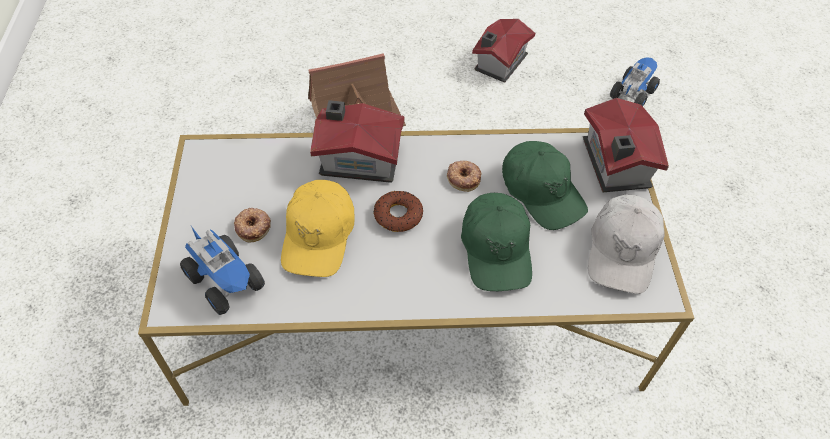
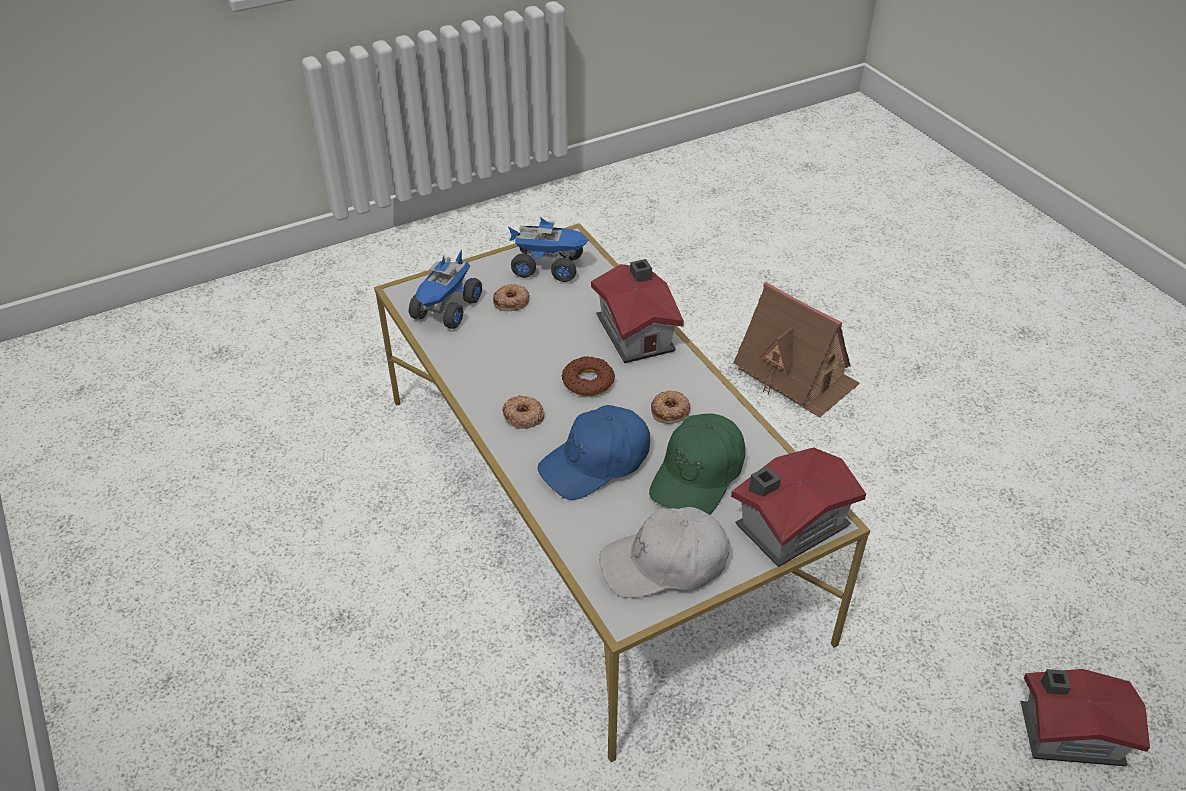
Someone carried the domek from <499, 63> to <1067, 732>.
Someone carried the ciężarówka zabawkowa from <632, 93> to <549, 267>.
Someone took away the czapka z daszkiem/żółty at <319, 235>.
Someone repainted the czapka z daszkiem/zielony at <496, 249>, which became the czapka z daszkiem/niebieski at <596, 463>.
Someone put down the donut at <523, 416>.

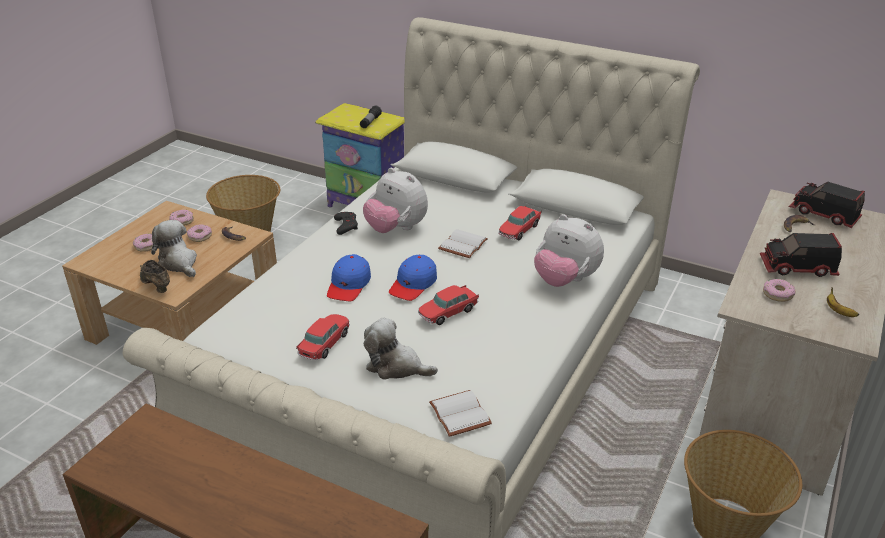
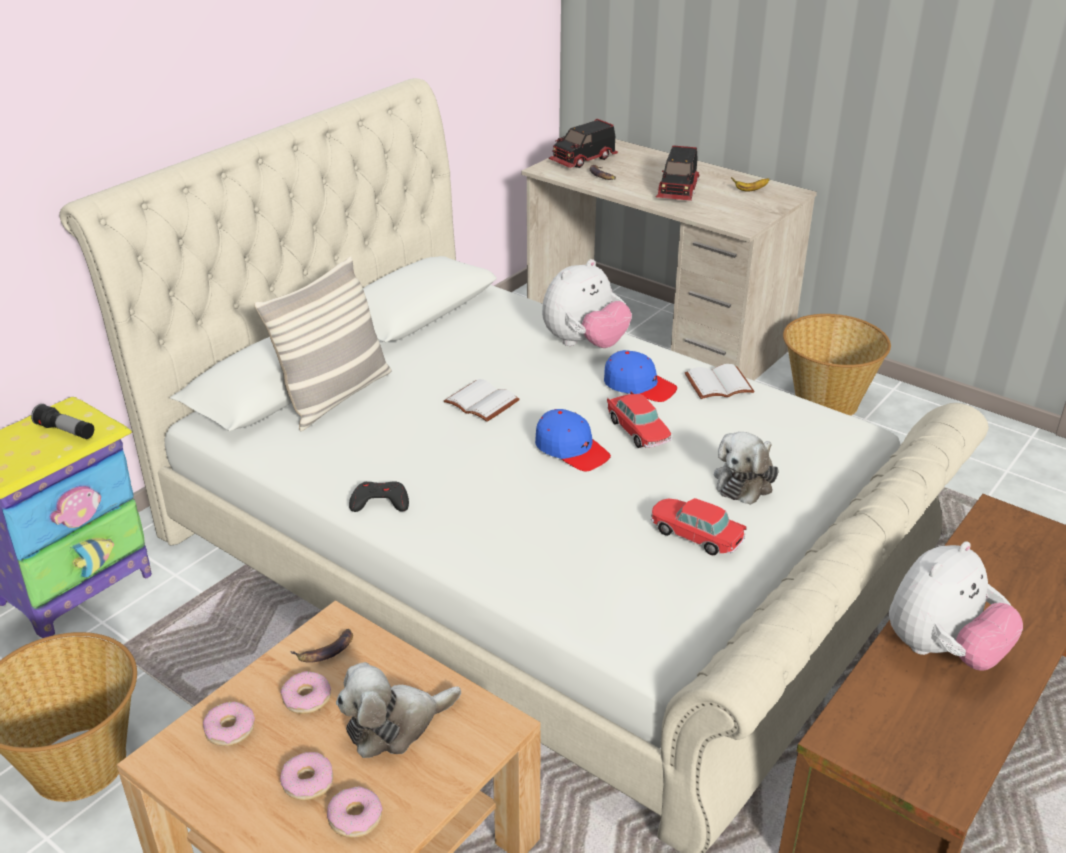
Someone carried the pluszak from <396, 229> to <942, 651>.
Someone took away the samochodzik at <519, 230>.
Someone carried the czapka z daszkiem/niebieski from <349, 285> to <639, 385>.
Someone took away the but/brązowy at <156, 285>.
Someone carried the donut from <777, 294> to <355, 818>.
Someone carried the książka/biały from <458, 414> to <718, 385>.
Someone put down the poduszka at <335, 396>.

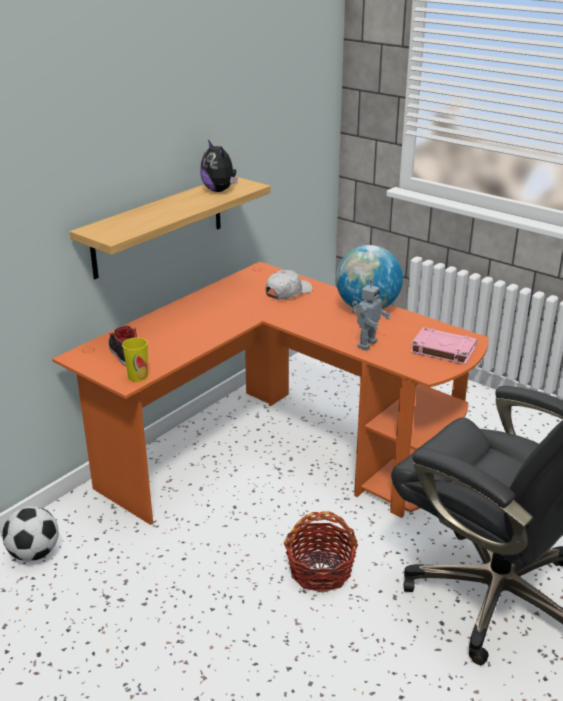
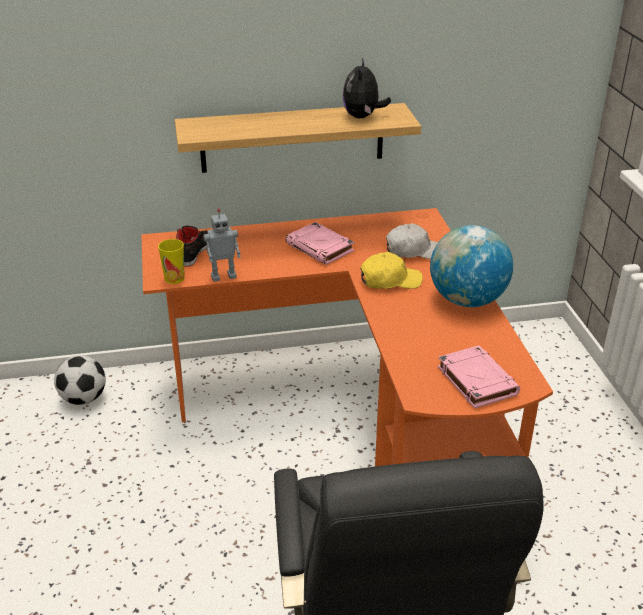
Someone carried the robot zabawkowy from <366, 344> to <223, 276>.
Someone took away the koszyk at <320, 570>.
Someone put down the książka/różowy at <320, 248>.
Someone put down the czapka z daszkiem/żółty at <390, 280>.

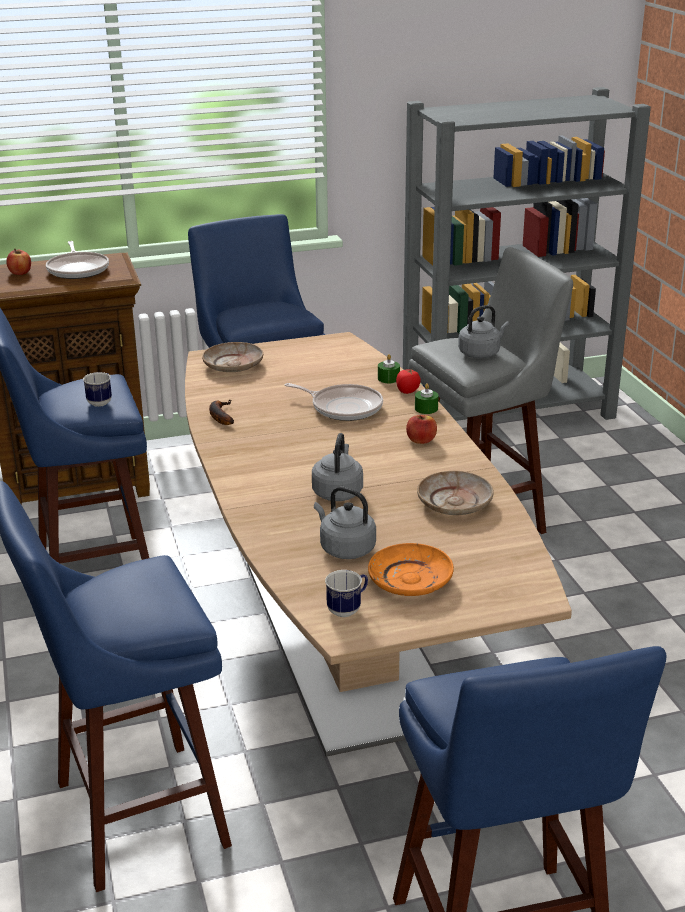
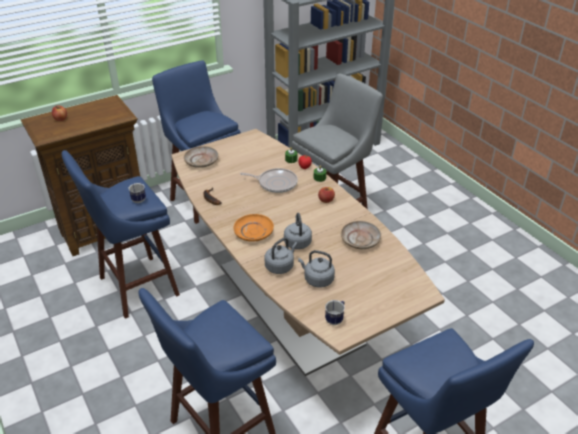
Someone took away the patelnia at <78, 269>.
Someone carried the czajnik/szary from <481, 353> to <280, 266>.
Someone carried the talerz/pomarańczowy from <410, 580> to <254, 232>.

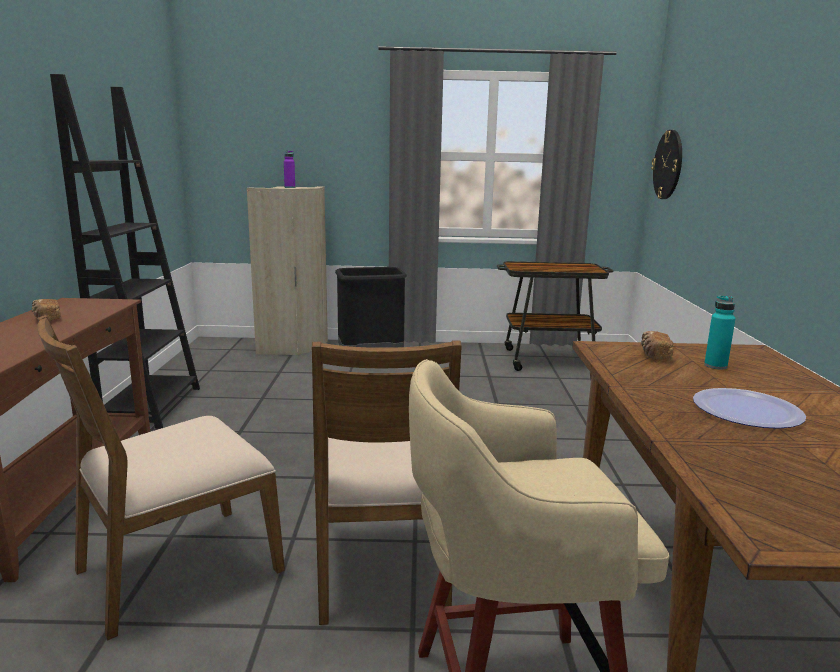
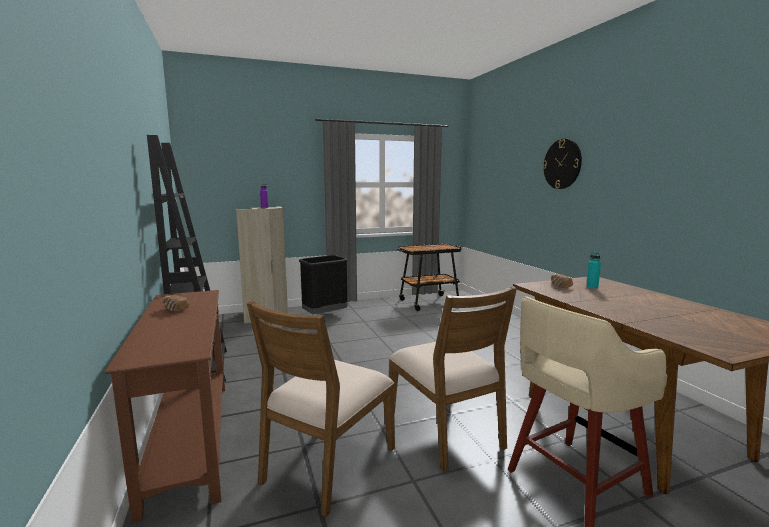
Someone carried the zegar ścienny from <668, 165> to <562, 164>.
Someone took away the talerz at <746, 410>.

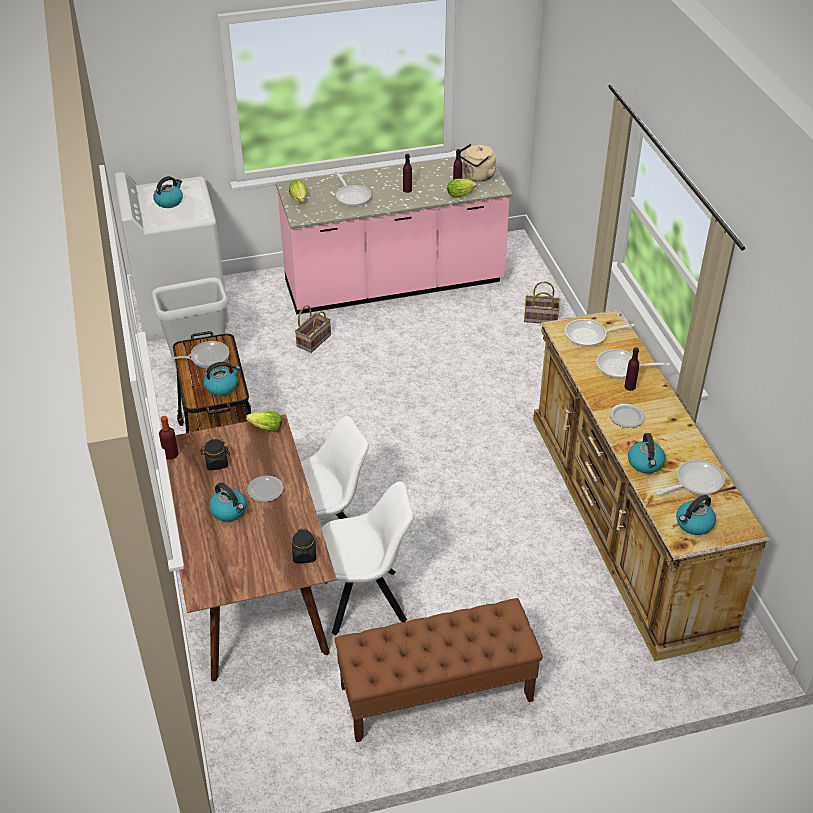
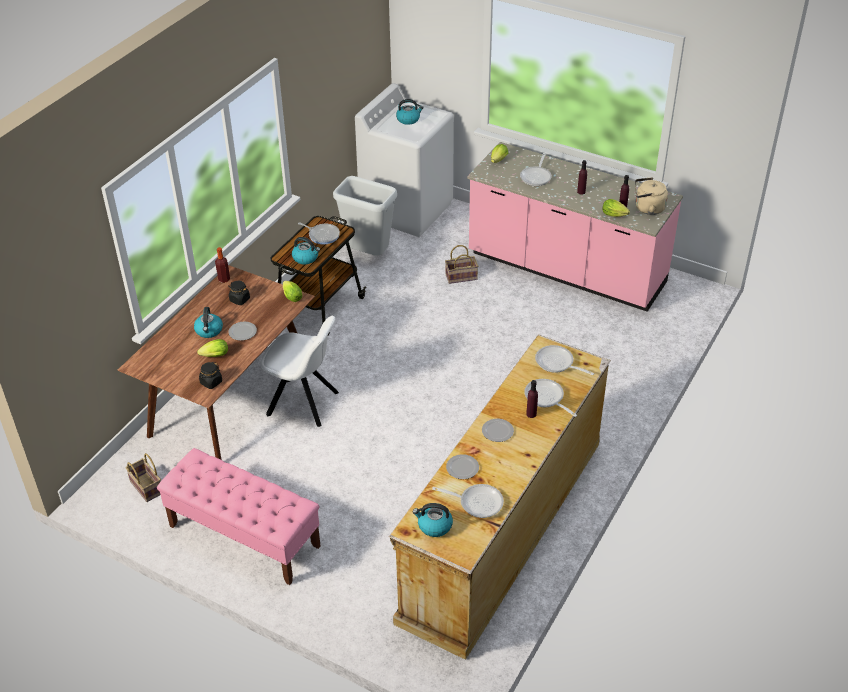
Someone carried the koszyk from <540, 318> to <145, 487>.
Someone swapped the czajnik at <645, 463> for the talerz at <463, 468>.
Someone took away the krzesło/biały at <365, 601>.
Someone repainted the ławka/brązowy at <436, 694>, which became the ławka/różowy at <244, 536>.
Someone put down the sałata at <213, 356>.

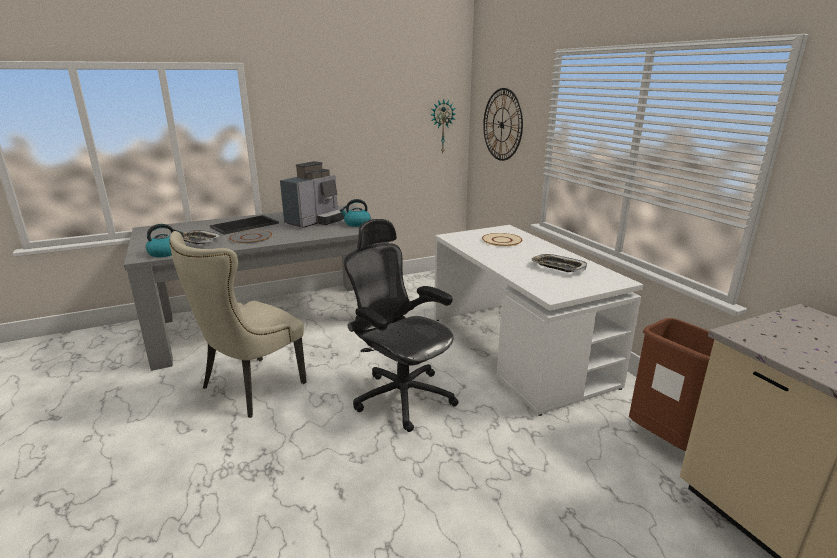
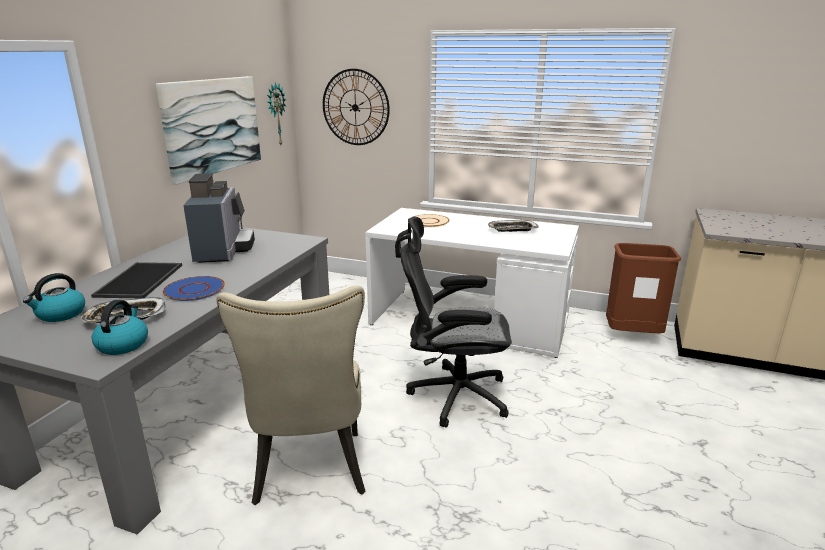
Someone carried the czajnik from <356, 224> to <60, 314>.
Someone repainted the talerz/szary at <250, 237>, which became the talerz/niebieski at <194, 290>.
Someone put up the obraz at <212, 126>.

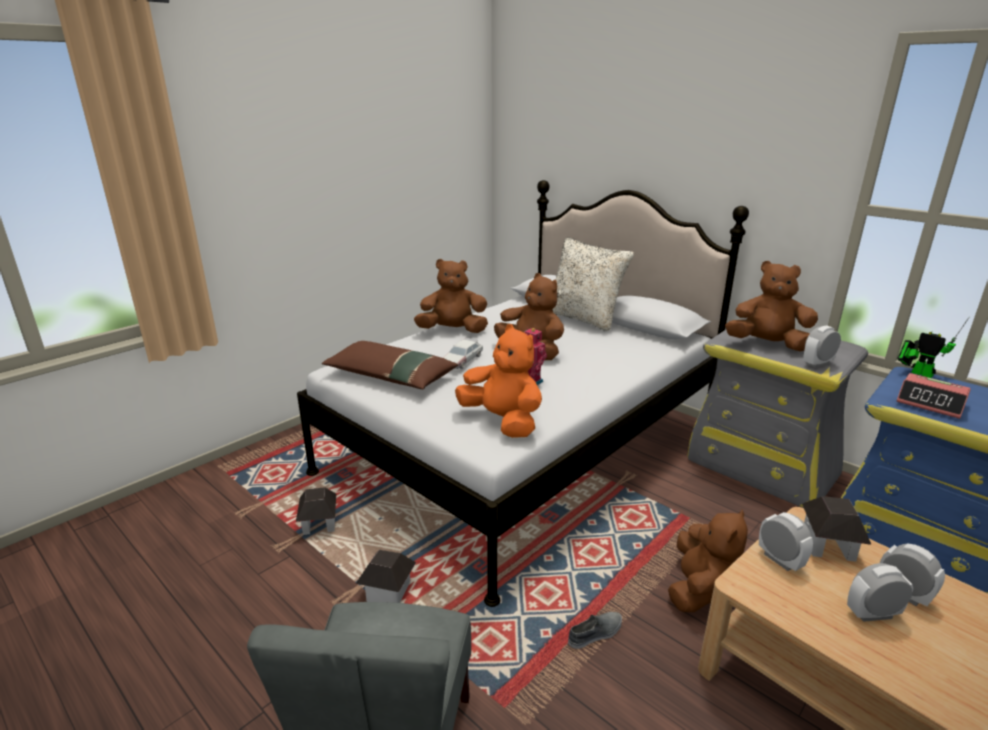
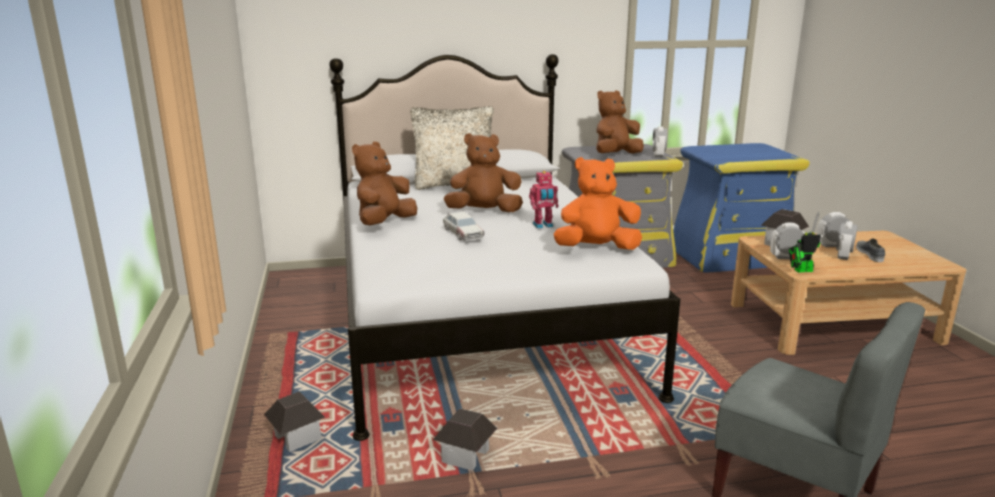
Someone carried the robot zabawkowy from <918, 373> to <801, 270>.
Someone took away the poduszka/brązowy at <390, 376>.
Someone took away the budzik at <931, 403>.
Someone took away the pluszak/brązowy at <698, 588>.
Someone carried the domek from <388, 591> to <297, 438>.
Someone carried the but/szary from <595, 633> to <870, 254>.

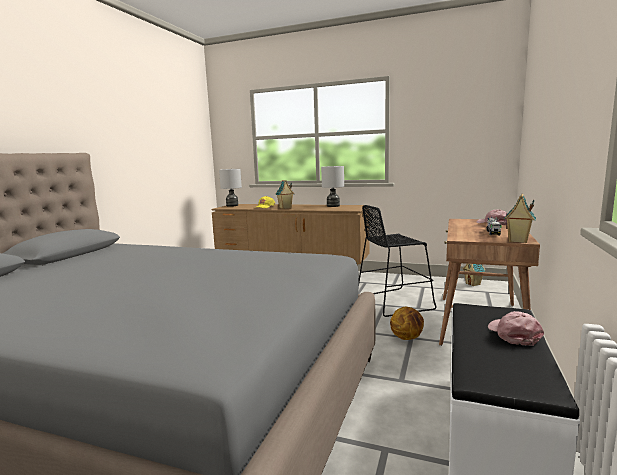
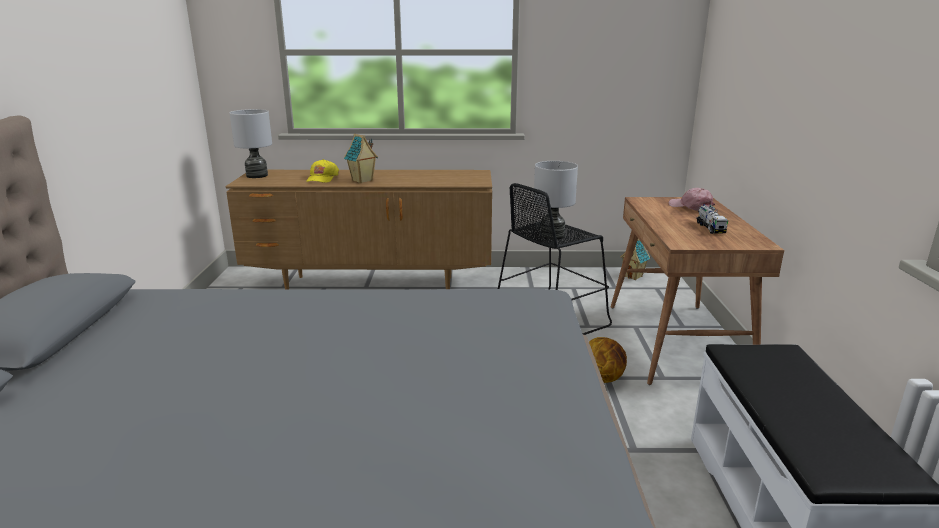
Someone carried the lampa stołowa/szary from <333, 206> to <552, 236>.
Someone took away the domek at <517, 241>.
Someone took away the czapka z daszkiem/różowy at <513, 334>.

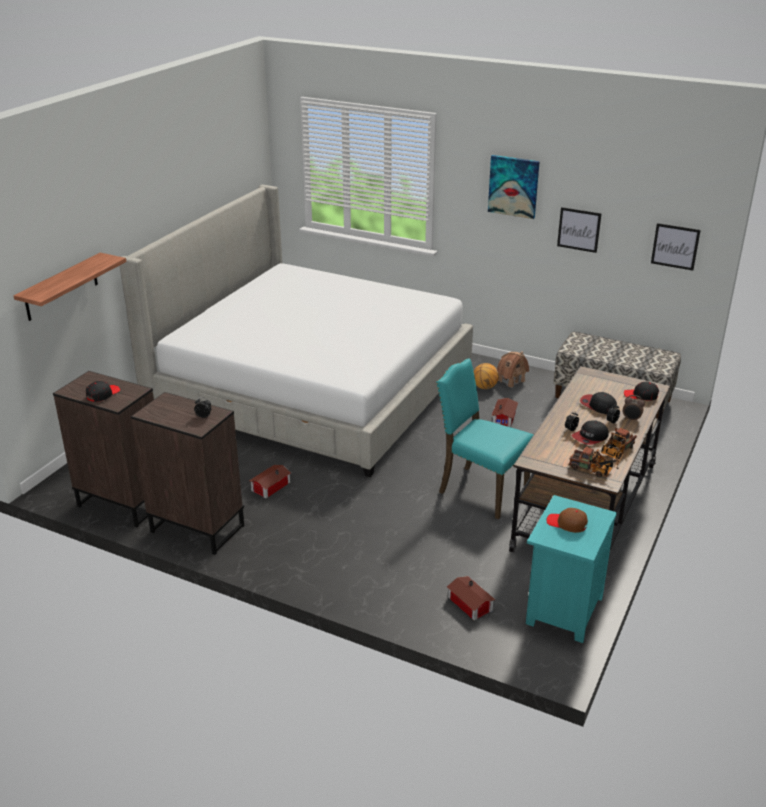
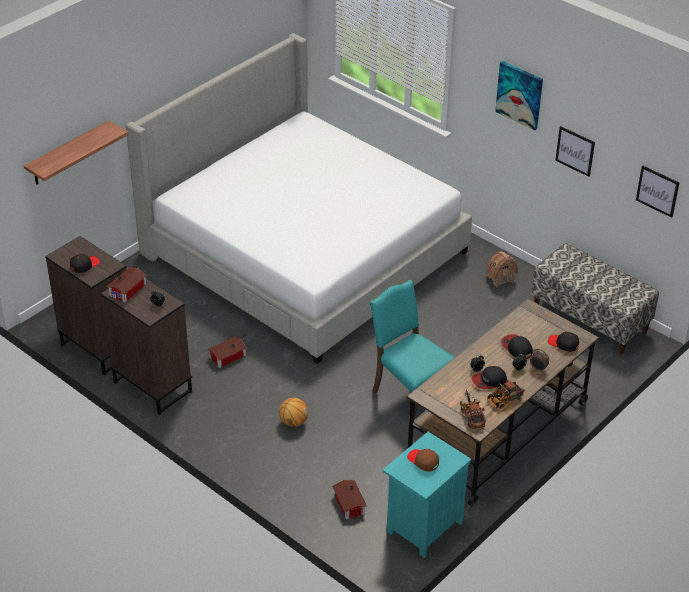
Someone carried the piłka do koszykówki from <484, 387> to <293, 422>.
Someone carried the domek from <505, 418> to <129, 289>.
Someone rotated the ciężarówka zabawkowa at <593, 470> by 150 degrees counterclockwise.

